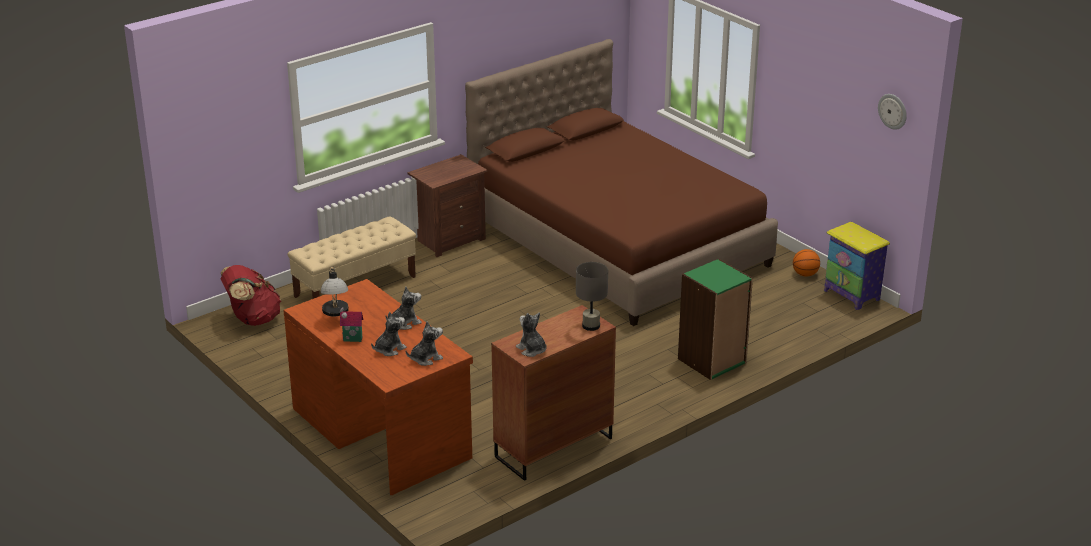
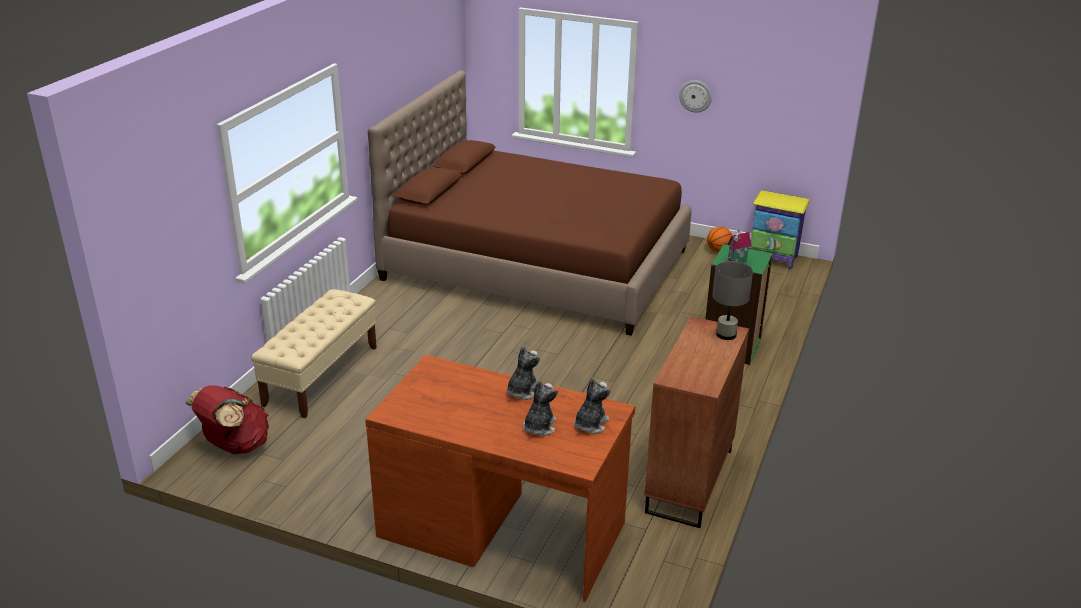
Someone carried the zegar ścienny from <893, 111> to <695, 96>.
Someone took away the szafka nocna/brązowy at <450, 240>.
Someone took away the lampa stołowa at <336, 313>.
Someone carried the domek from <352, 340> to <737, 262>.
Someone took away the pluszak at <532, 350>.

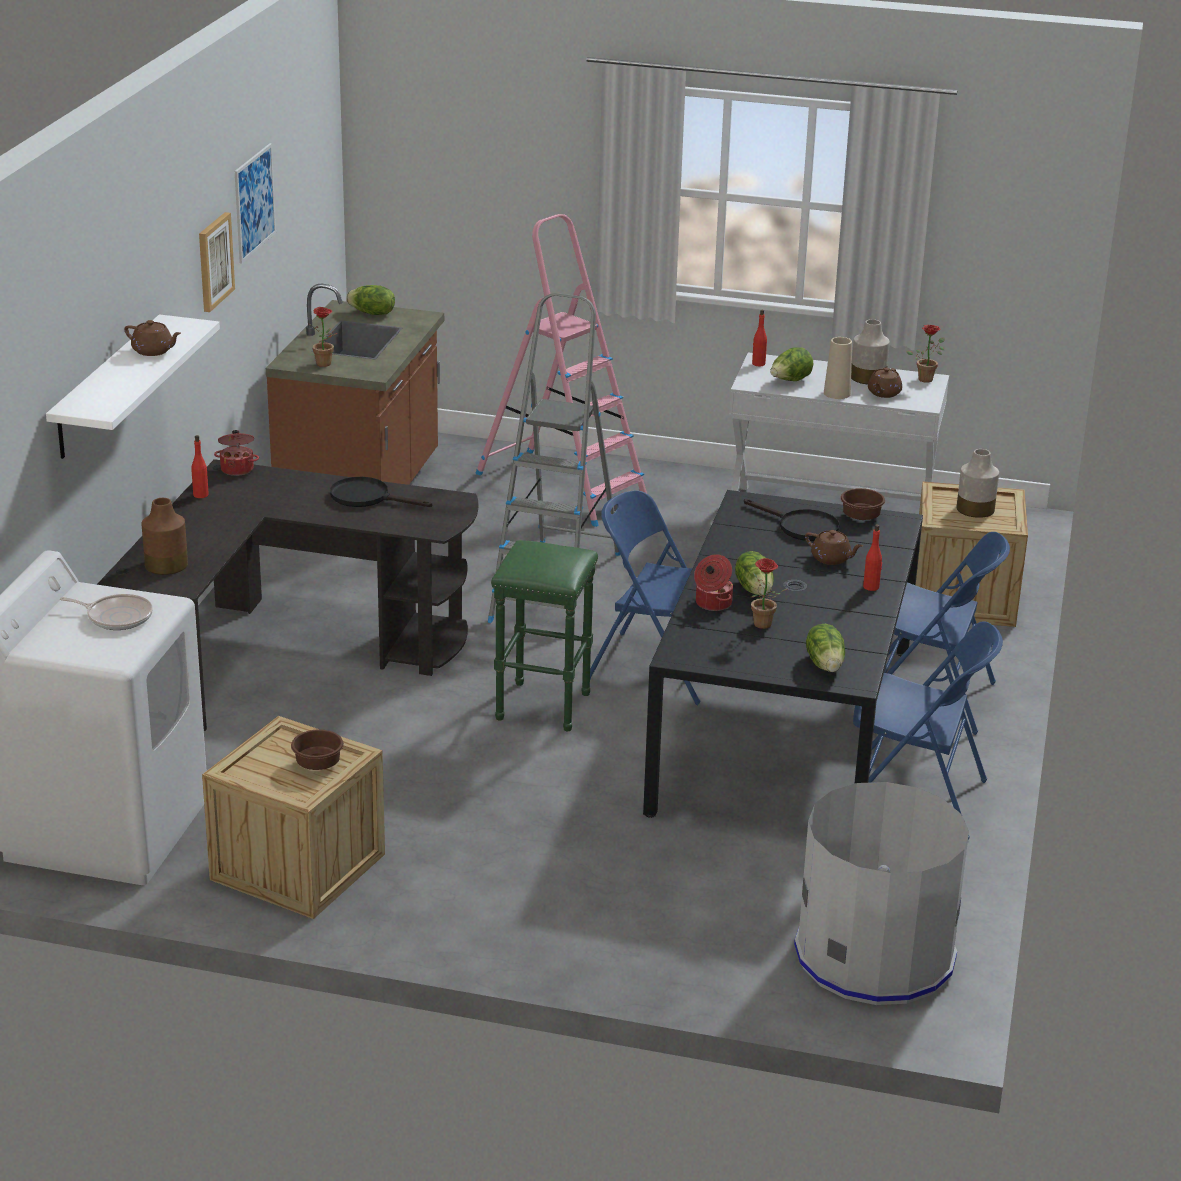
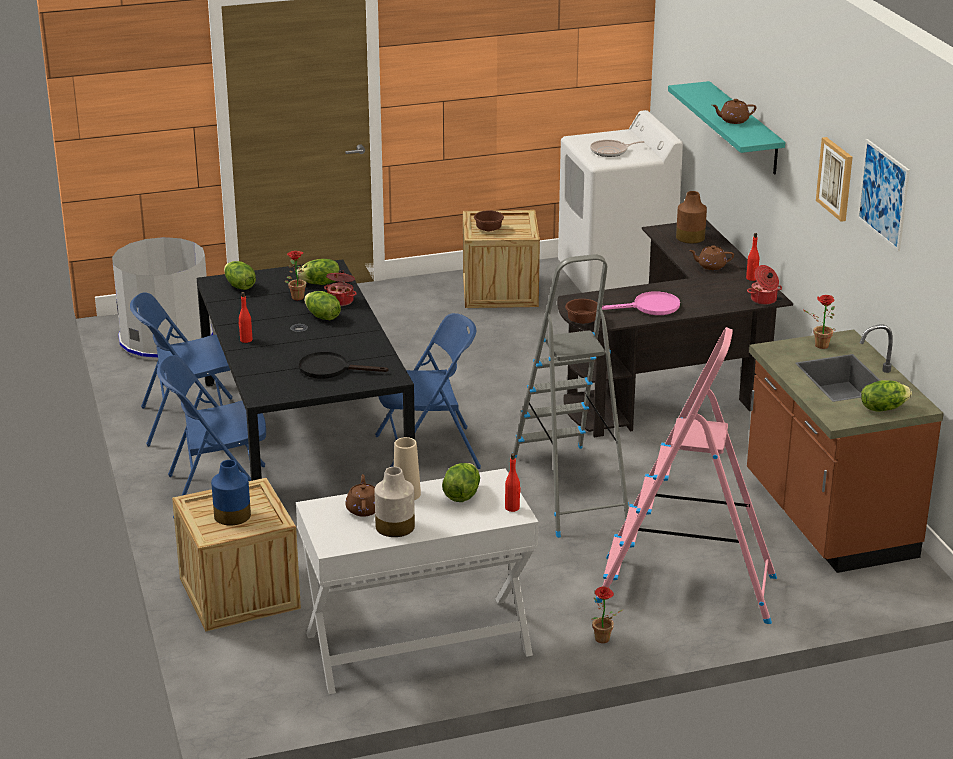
Someone repainted the półka/biały at <107, 387>, which became the półka/turkusowy at <744, 128>.
Someone carried the roślina doniczkowa from <926, 378> to <602, 641>.
Someone repainted the wazon/beżowy at <975, 508>, which became the wazon/niebieski at <232, 515>.
Someone repainted the patelnia/czarny at <368, 497>, which became the patelnia/różowy at <649, 307>.
Someone carried the miska/brązowy from <861, 516> to <582, 322>.
Someone carried the imbryk/brązowy from <831, 559> to <711, 266>.
Someone took away the stołek/zielony at <544, 707>.
Someone put down the sałata at <320, 283>.

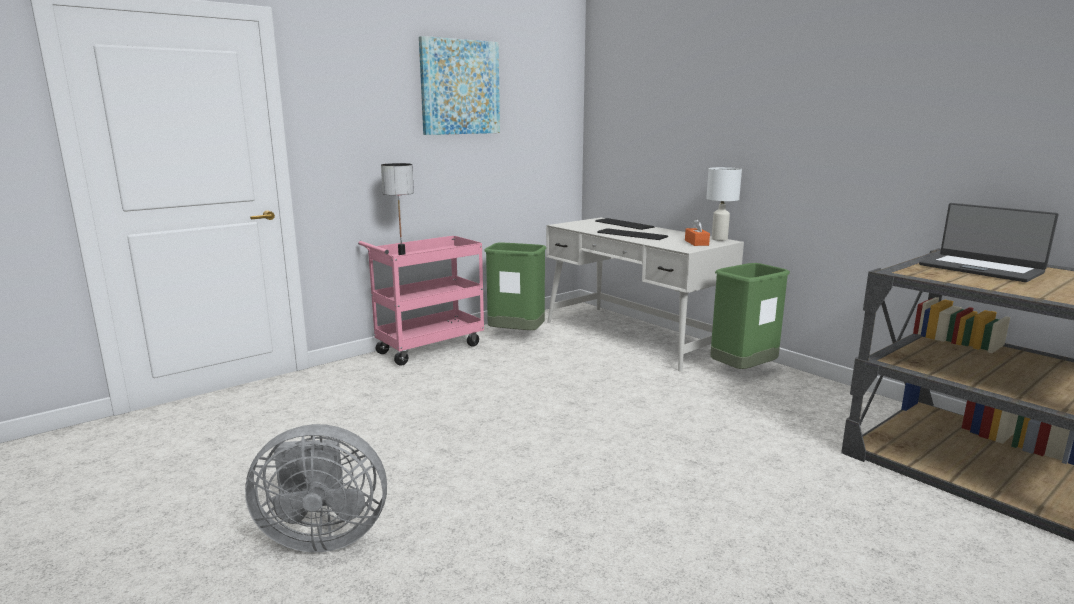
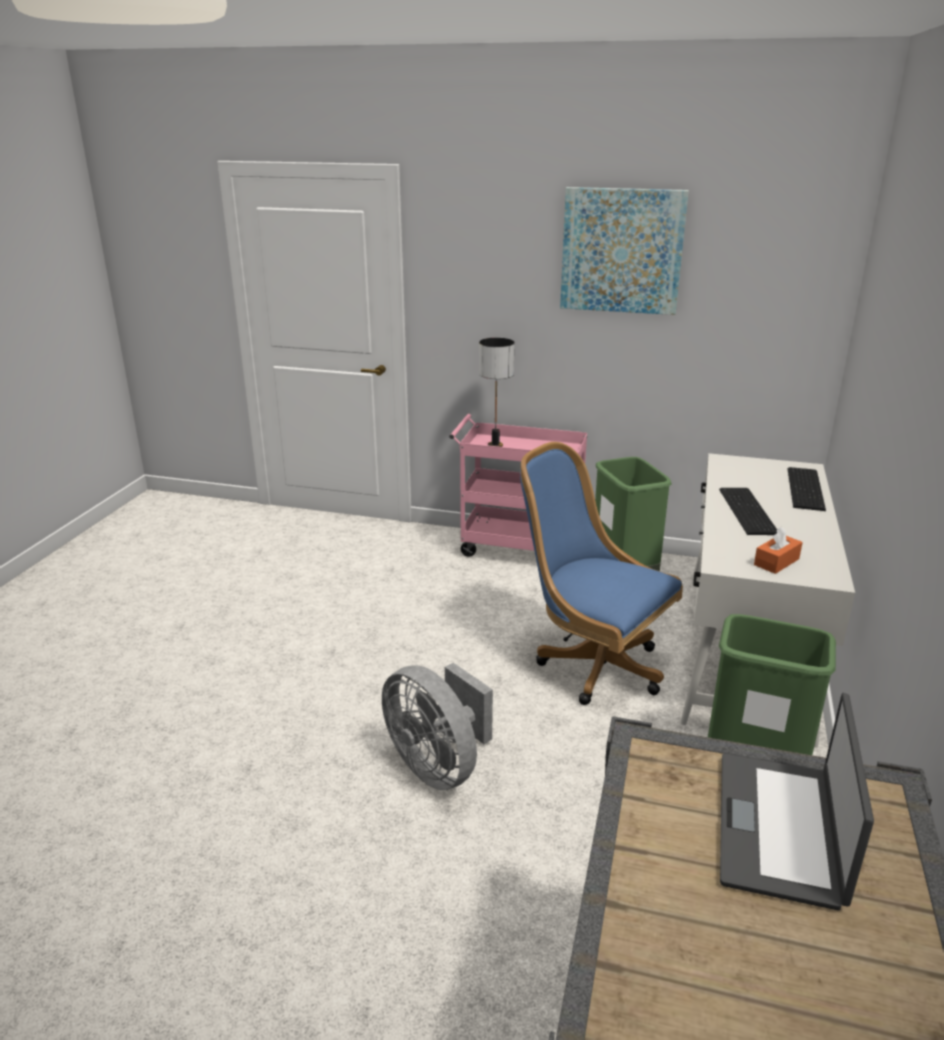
Someone took away the lampa stołowa/biały at <719, 239>.
Someone carried the wentylator/szary from <322, 536> to <438, 766>.
Someone put down the krzesło biurowe/niebieski at <591, 664>.

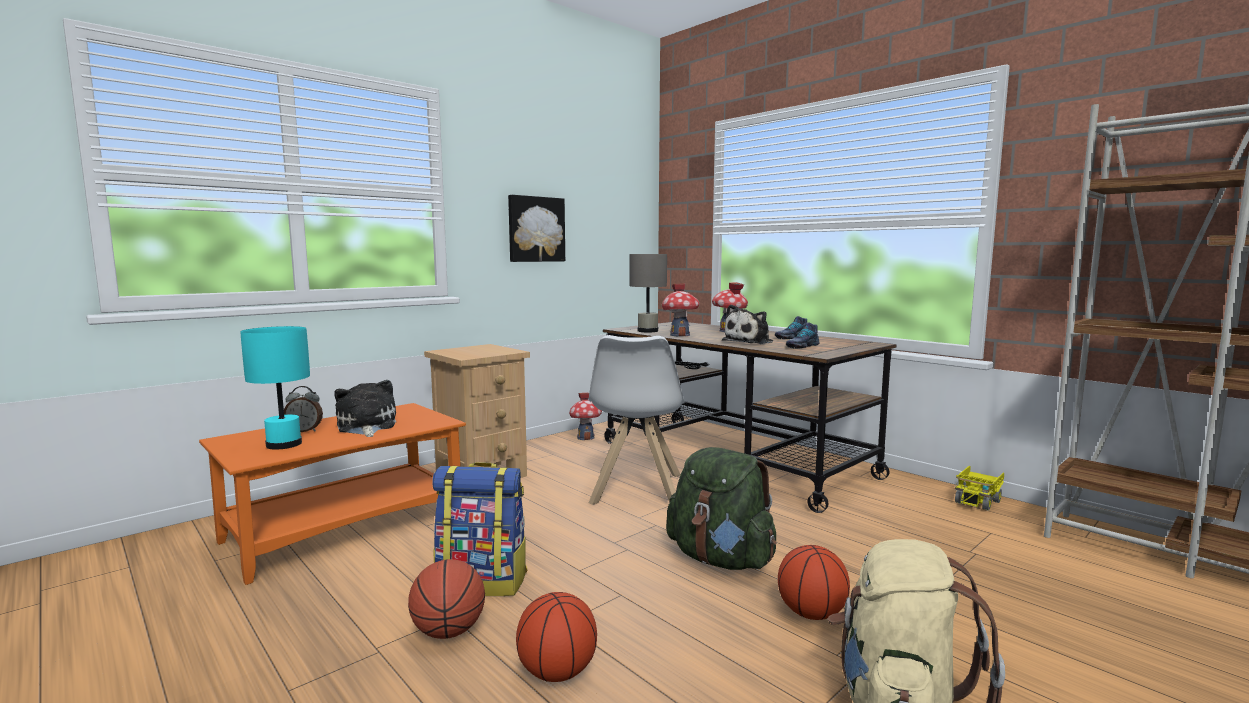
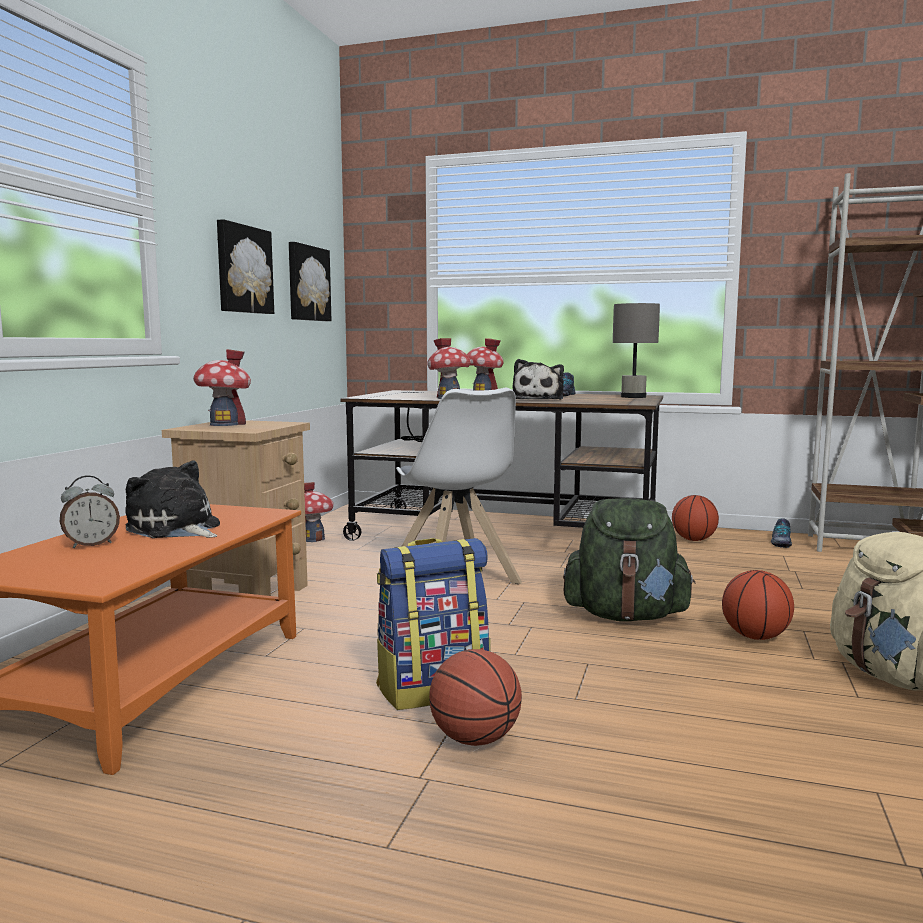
Someone carried the lampa stołowa/szary from <647, 331> to <632, 397>.
Someone carried the but from <801, 346> to <780, 542>.
Someone took away the lampa stołowa/turkusowy at <283, 444>.
Someone took away the ciężarówka zabawkowa at <977, 501>.
Someone carried the piłka do koszykówki from <557, 672> to <693, 540>.
Someone put up the obraz at <307, 283>.
Someone put down the domek at <224, 424>.

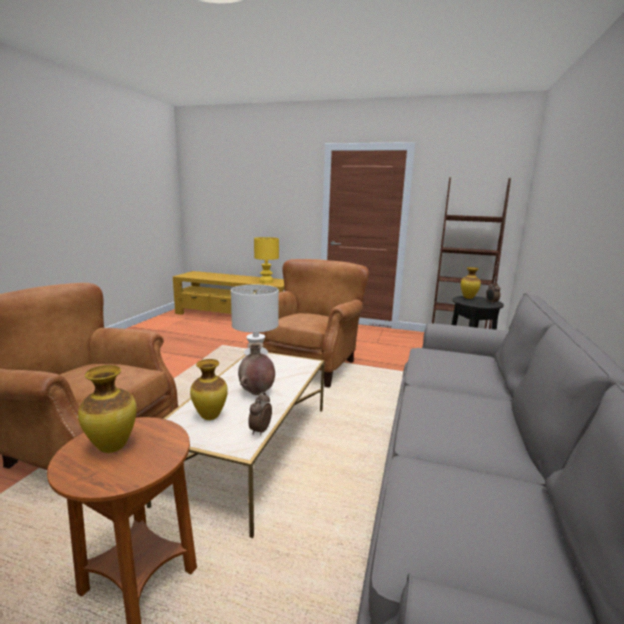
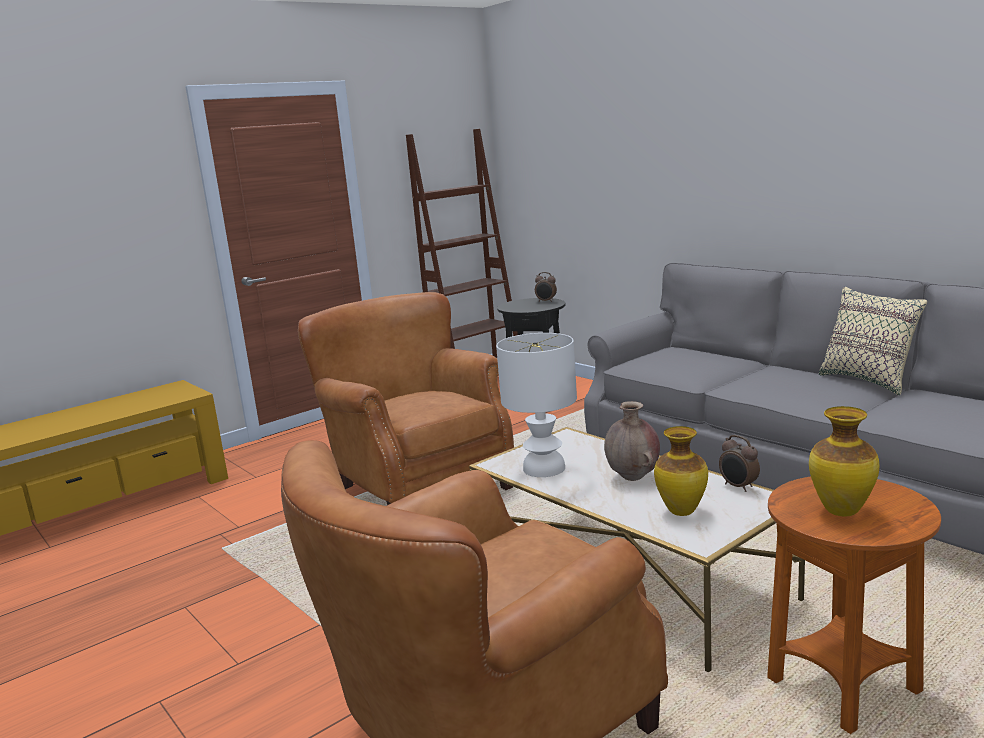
Someone took away the lampa stołowa/żółty at <266, 281>.
Someone took away the wazon at <468, 298>.
Someone put down the poduszka/beżowy at <867, 382>.

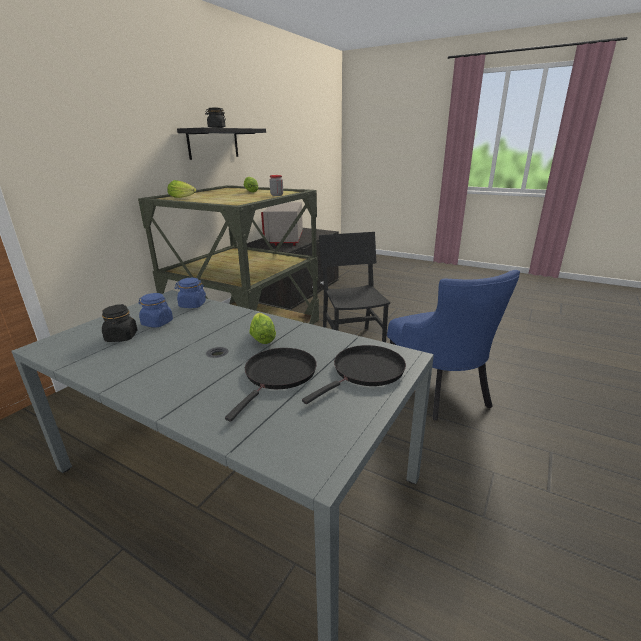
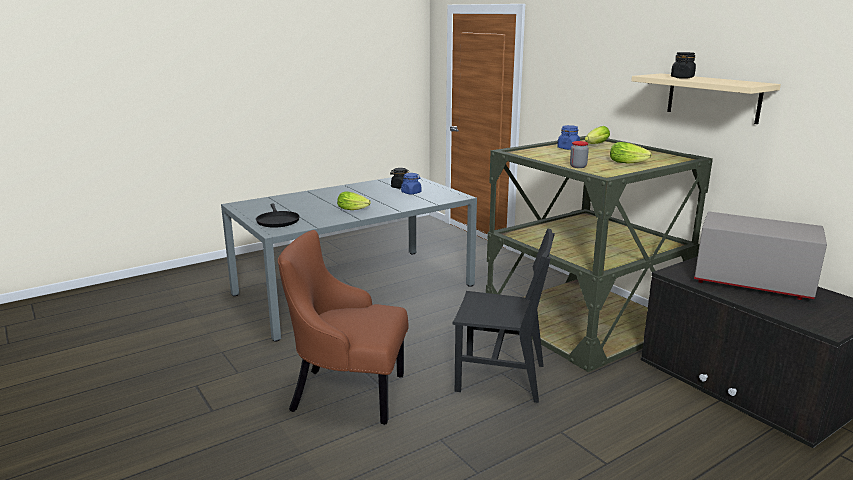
Someone repainted the półka/czarny at <213, 143>, which became the półka/beżowy at <713, 98>.
Someone repainted the krzesło/niebieski at <438, 389>, which became the krzesło/brązowy at <350, 394>.
Someone carried the słoik/niebieski from <192, 305> to <568, 148>.
Someone took away the patelnia/czarny at <278, 375>.

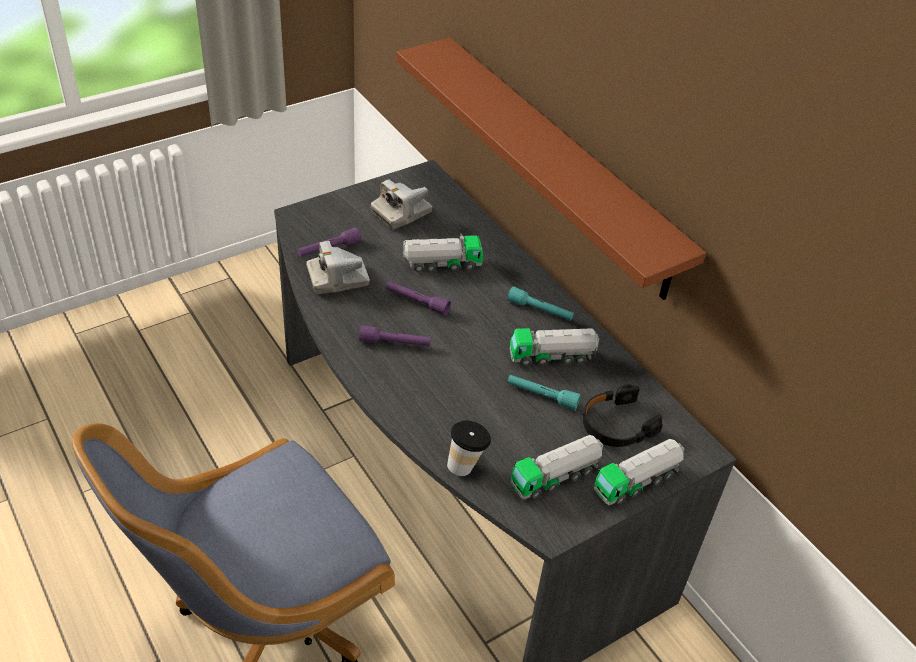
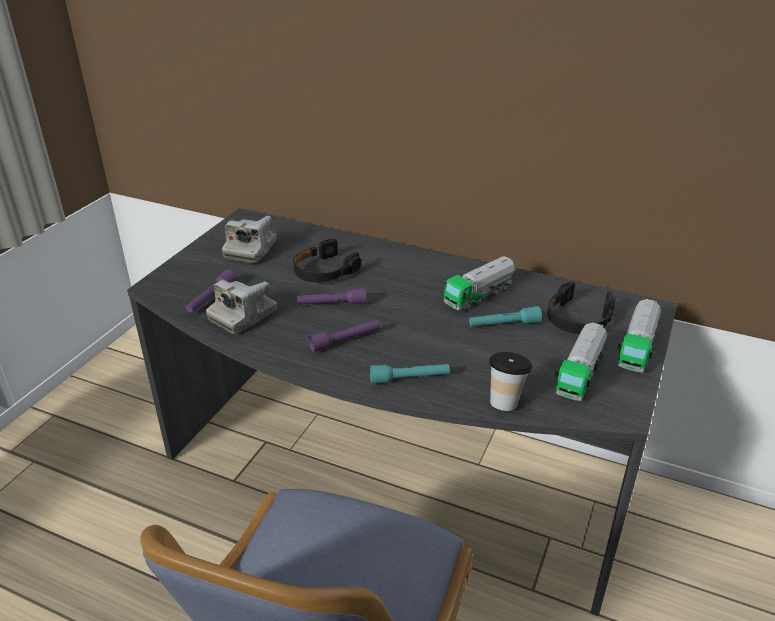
Someone took away the półka/brązowy at <558, 165>.
Someone swapped the ciężarówka zabawkowa at <442, 264> for the słuchawki/czarny at <324, 271>.
Someone carried the latarka/turkusowy from <540, 310> to <409, 379>.

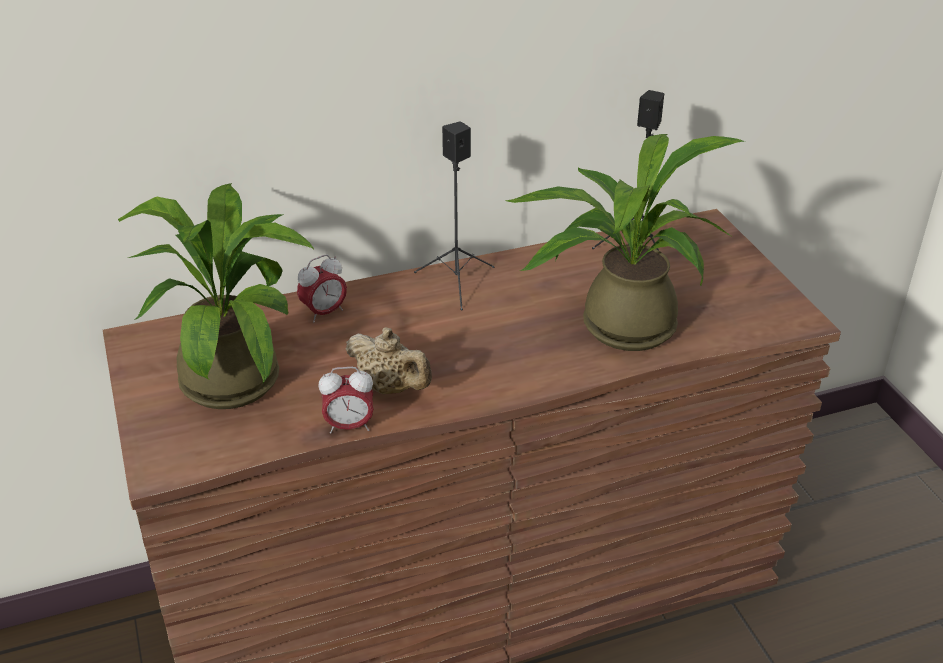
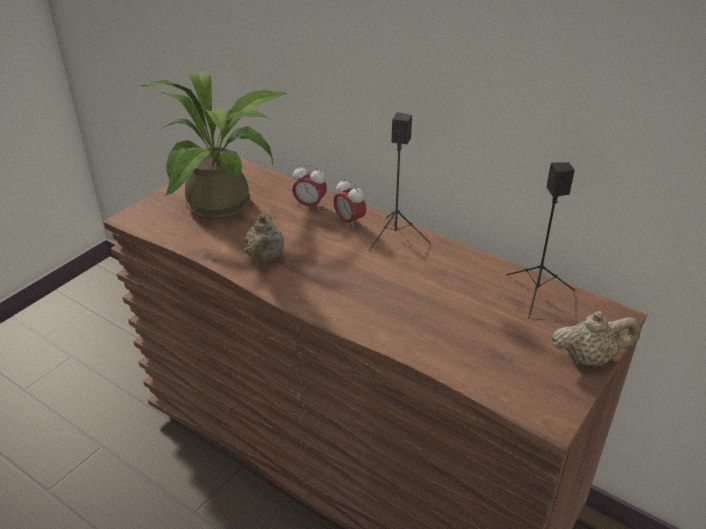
Someone took away the roślina doniczkowa at <616, 324>.
Someone carried the budzik from <349, 426> to <349, 222>.
Someone put down the imbryk/beżowy at <589, 358>.

